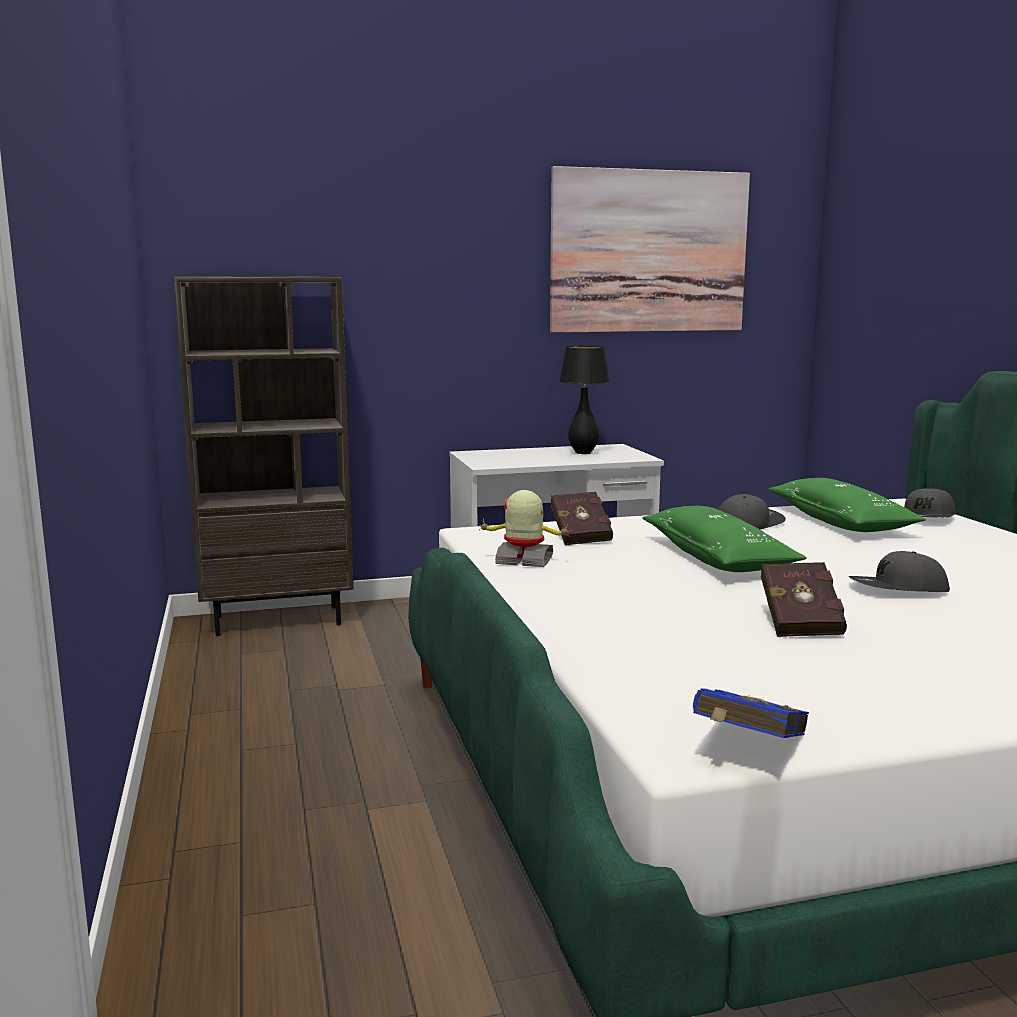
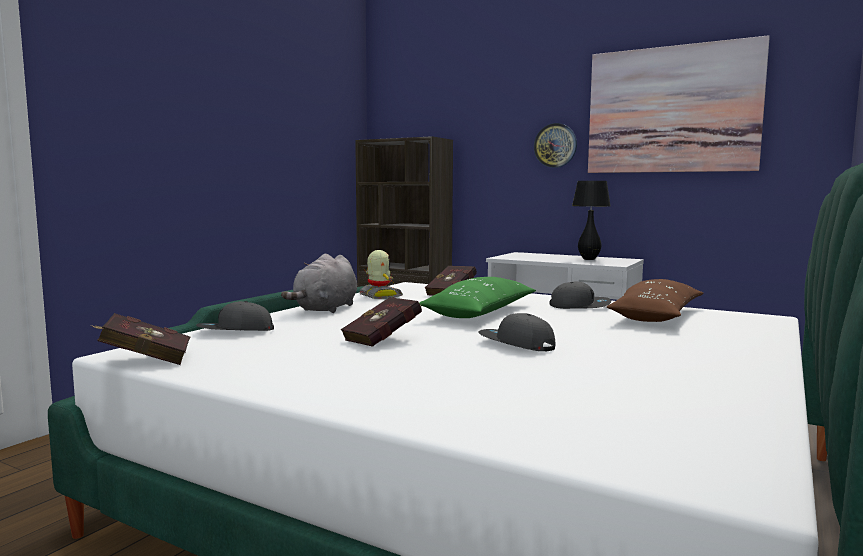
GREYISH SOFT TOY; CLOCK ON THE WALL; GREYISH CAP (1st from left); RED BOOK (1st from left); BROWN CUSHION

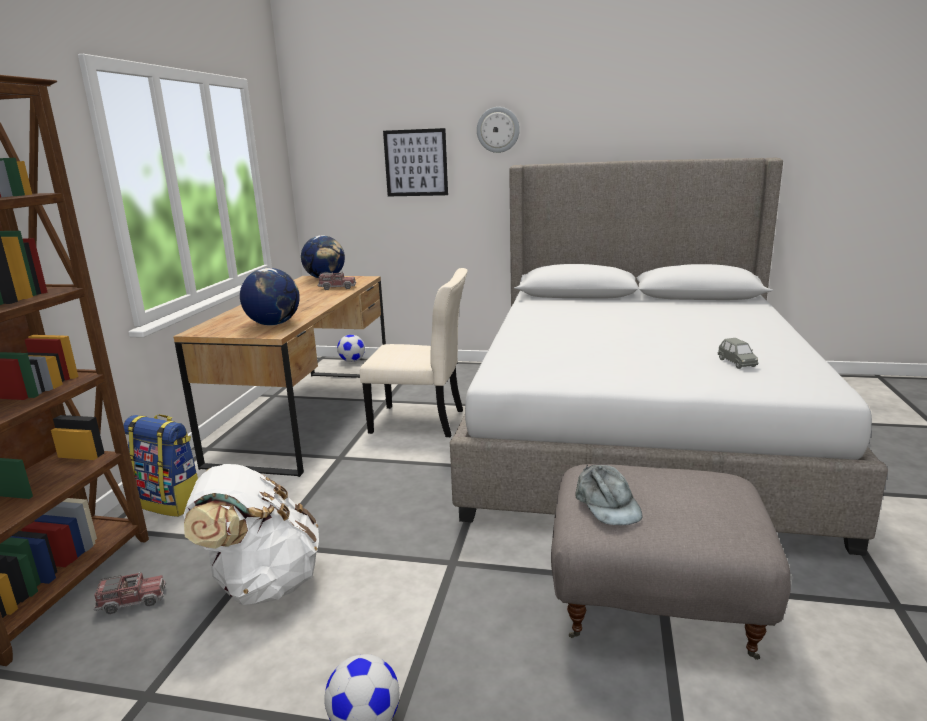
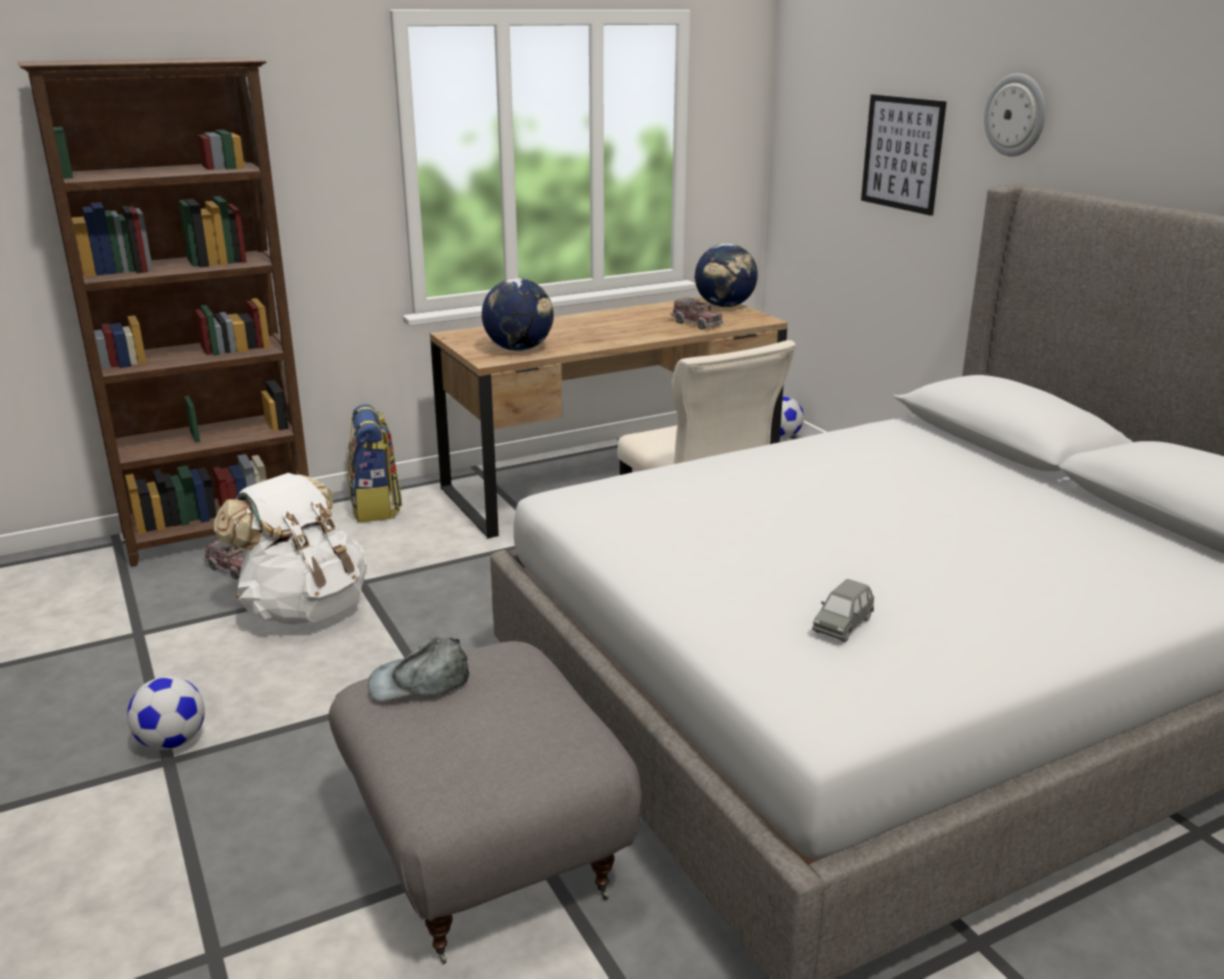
GREYISH CAP

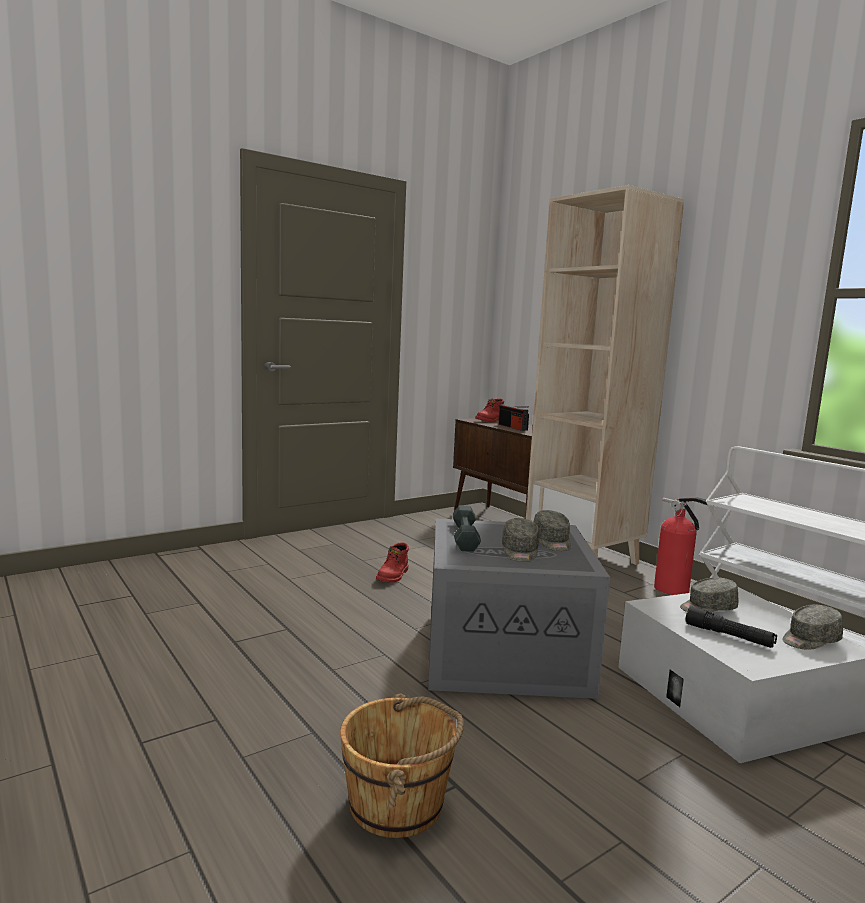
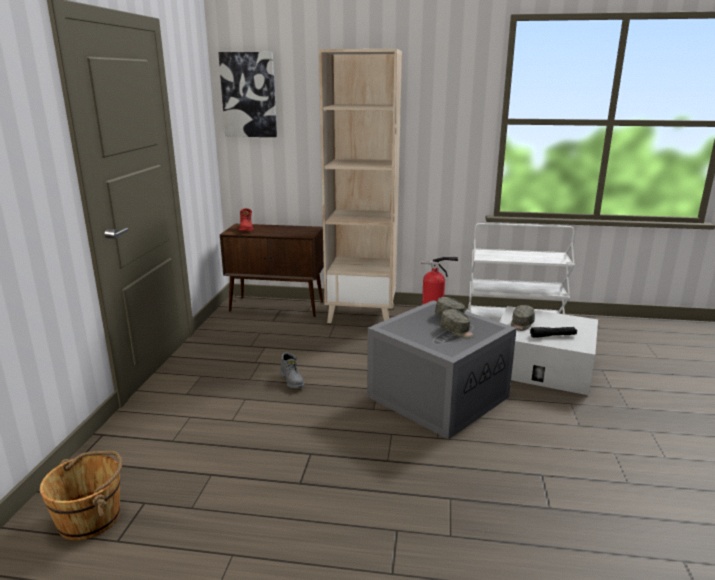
GREYISH DUMBBELL; RADIO RECEIVER; GREYISH CAP (4th from left in the first image); WALL ART; BROWN WATER BUCKET; GREYISH BOOT

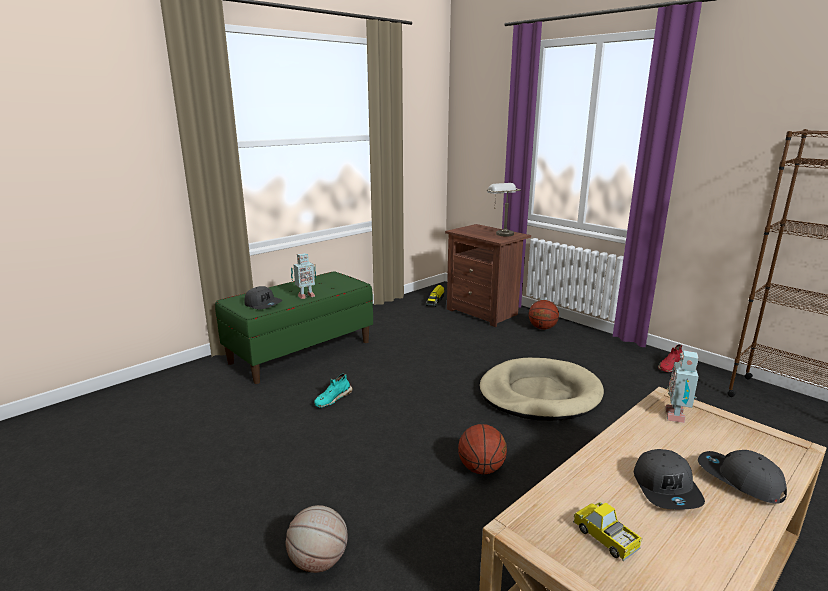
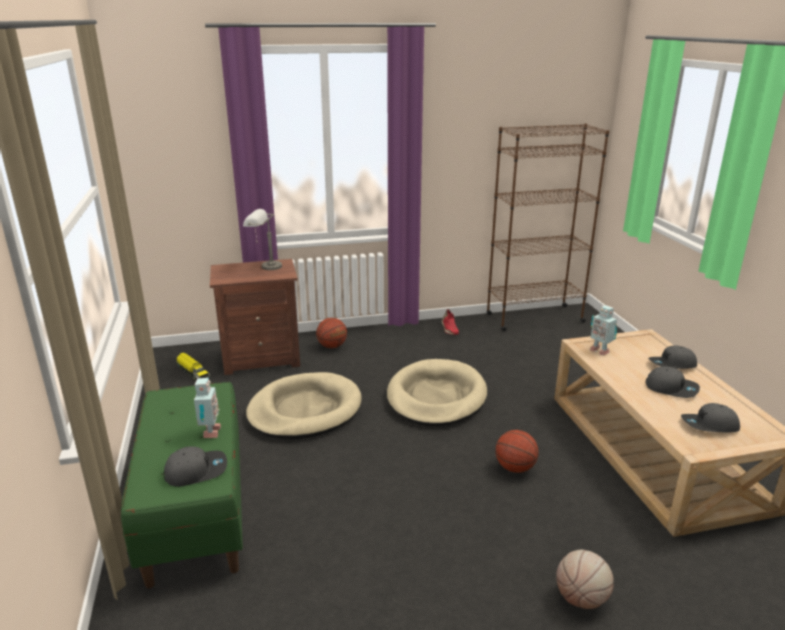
TURQUOISE LOW SHOE; BEIGE-COLOURED DOG BED (1st from left); GREYISH CAP (4th from left)

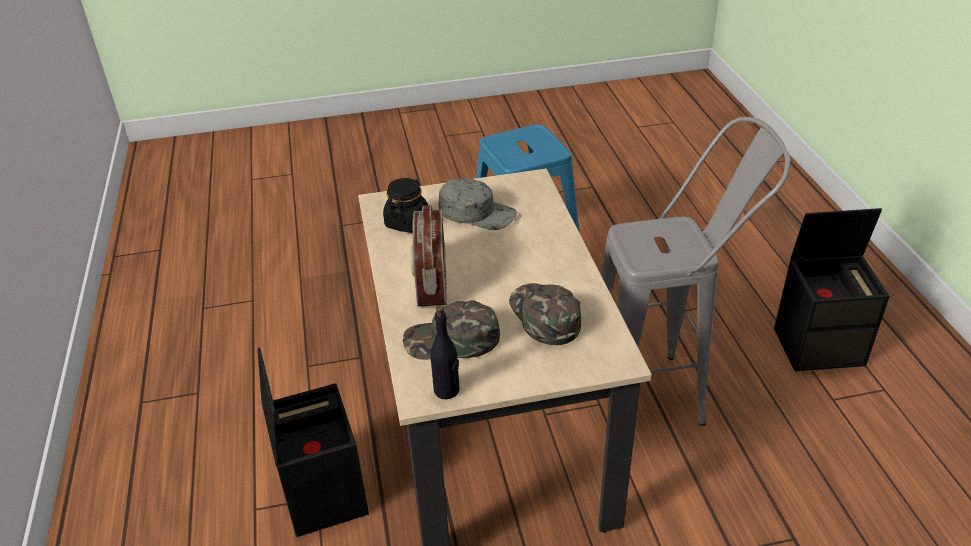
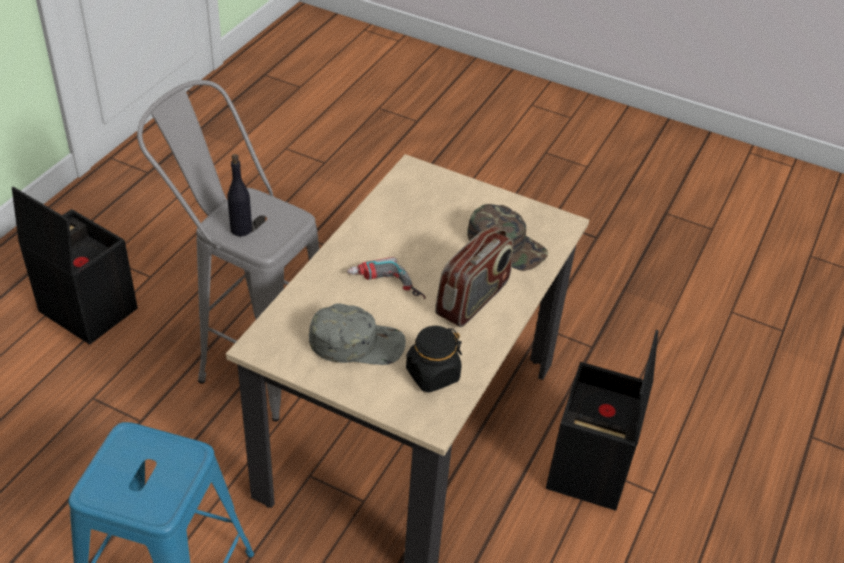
GREEN CAP (2nd from left in the first image); ELECTRIC DRILL; BLACK BOTTLE; GREYISH CAP

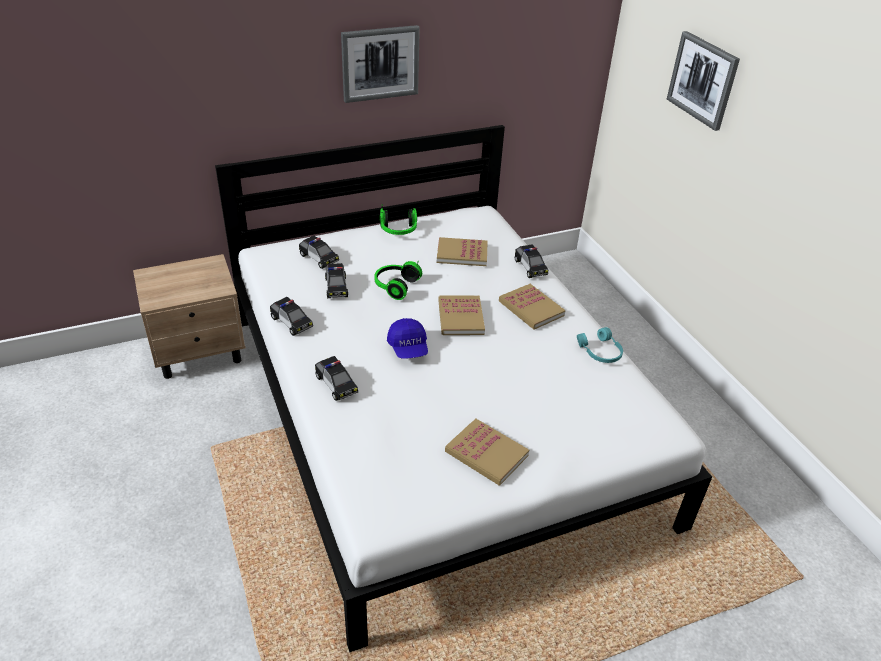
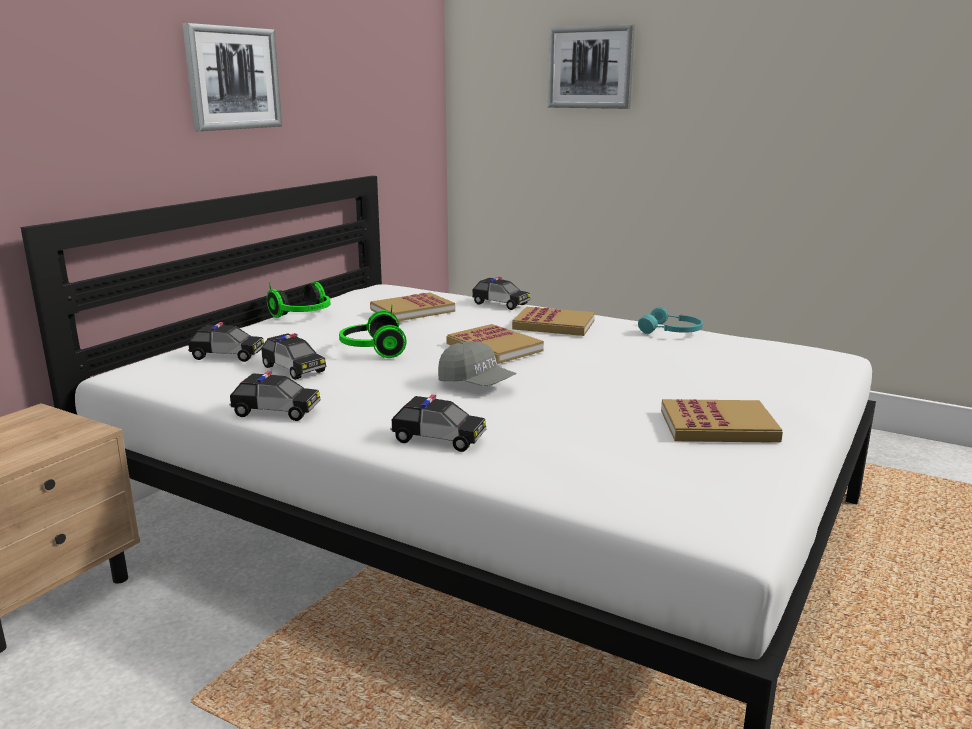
GREYISH CAP

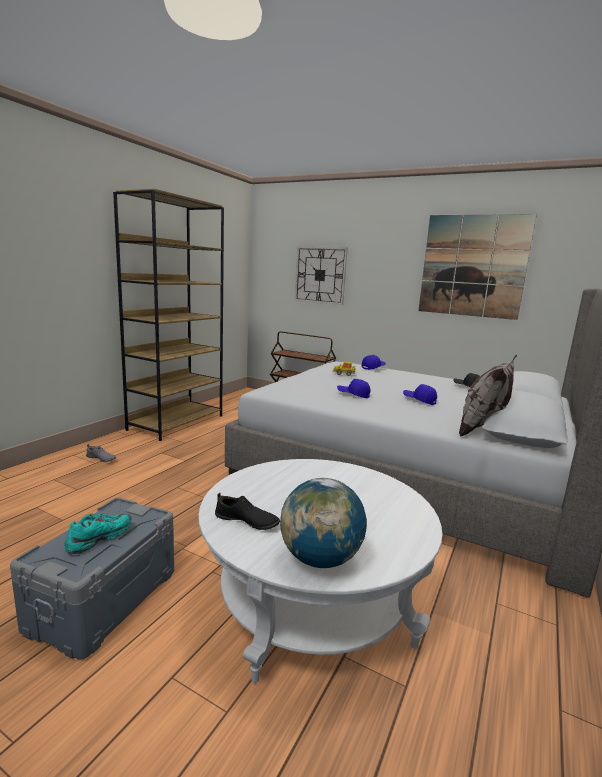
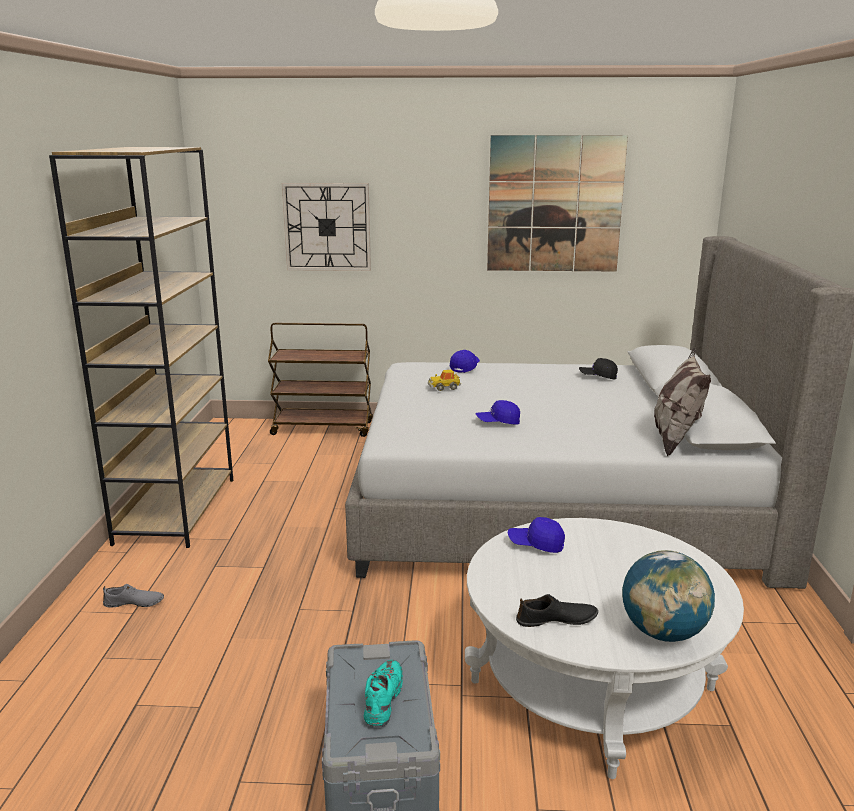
BLUE CAP (3rd from left)

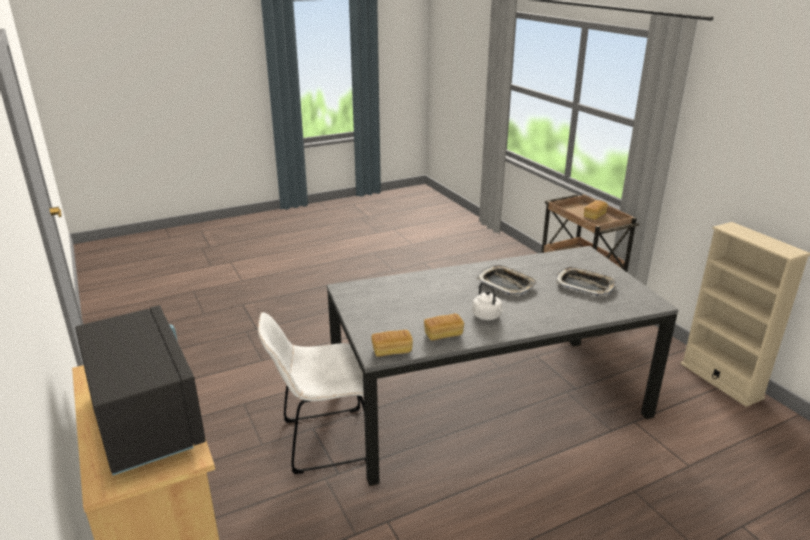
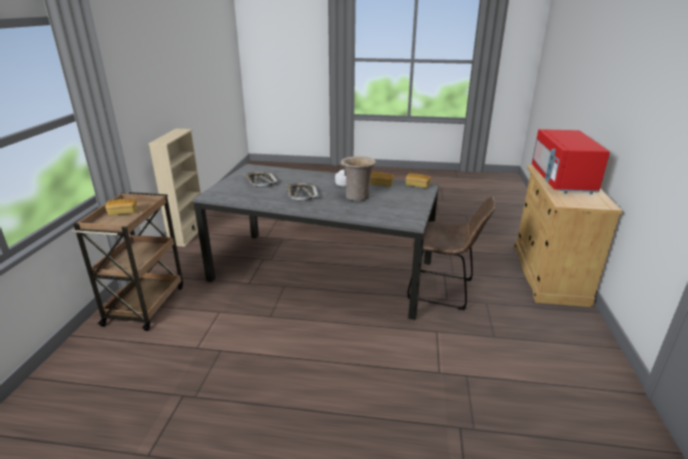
BEIGE-COLOURED FLOWER VASE; RED MICROWAVE; BROWN PLAIN CHAIR

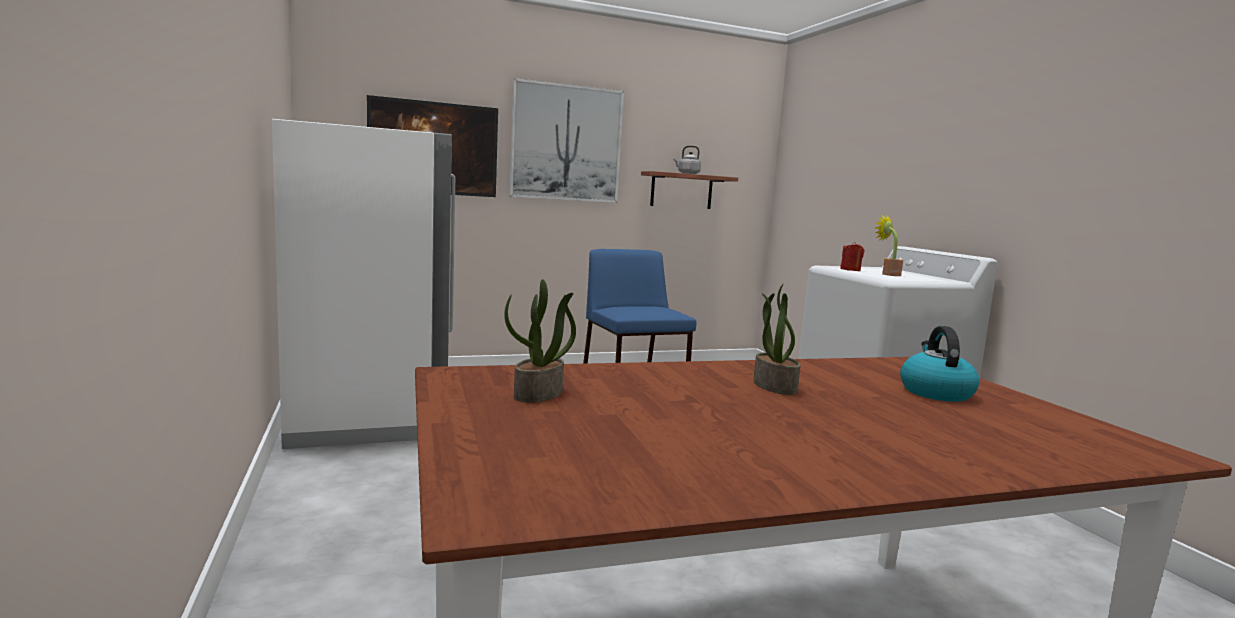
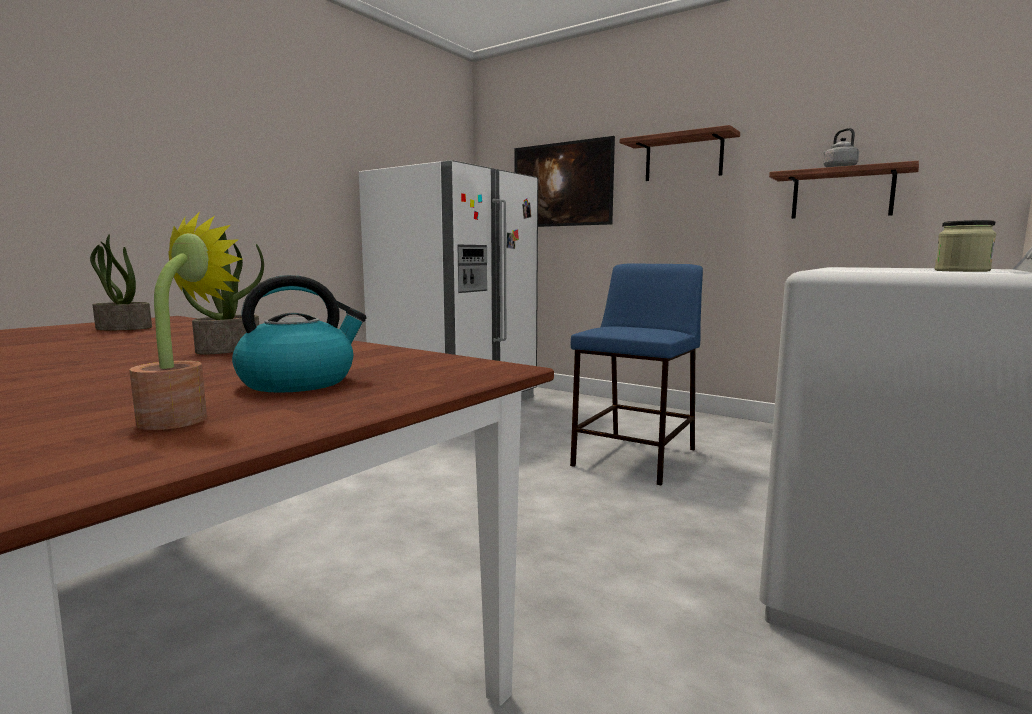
RED WAX LIGHT; PRESERVE JAR; POTTED PLANT (2nd from left); BRACKET SHELF (1st from left)

